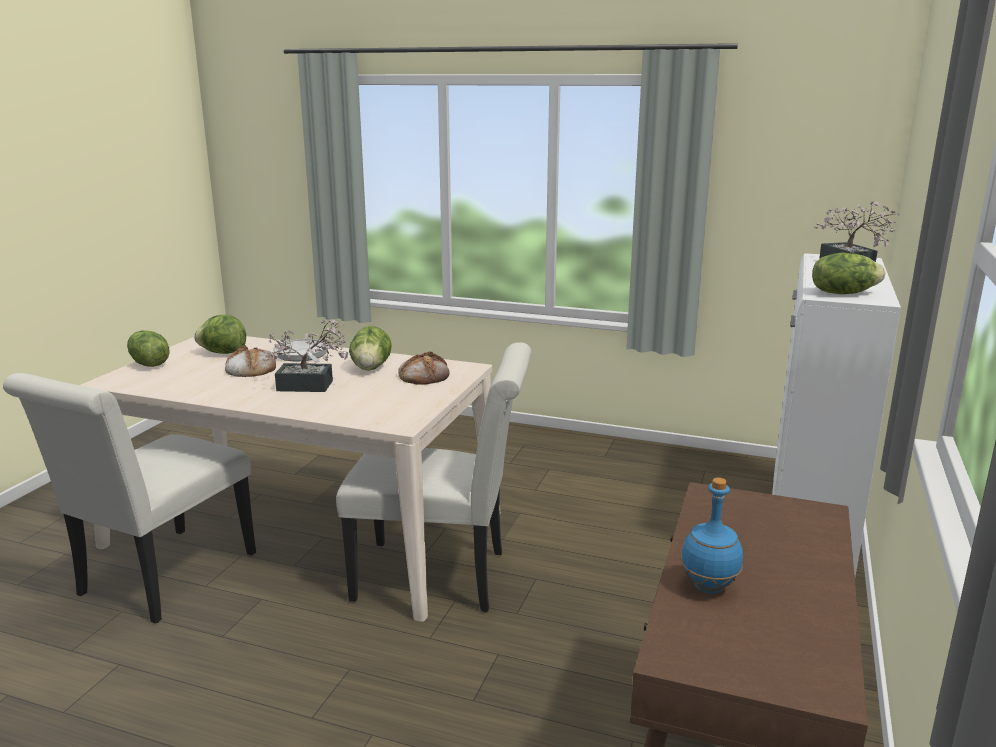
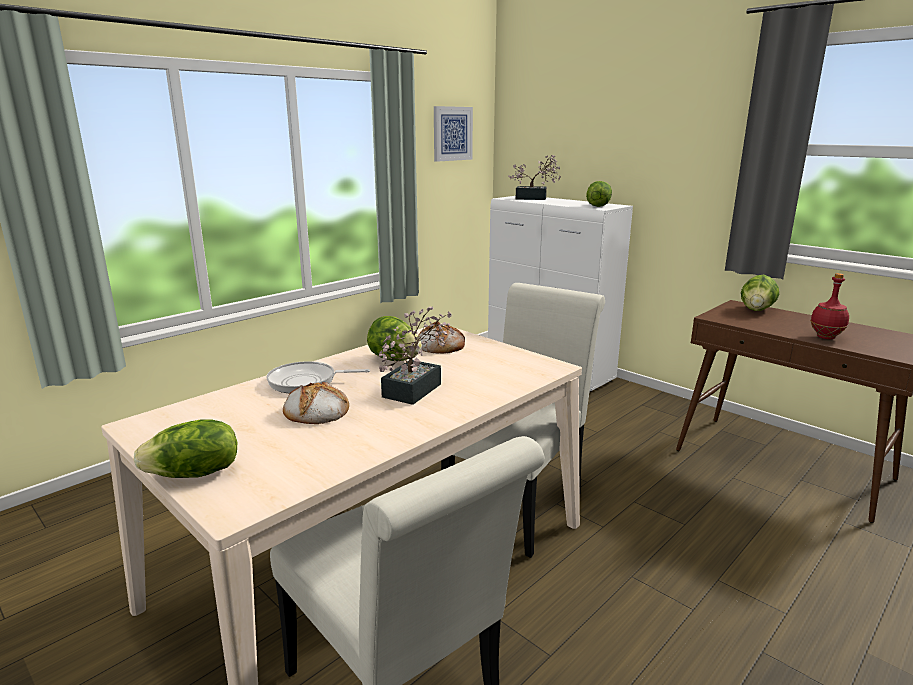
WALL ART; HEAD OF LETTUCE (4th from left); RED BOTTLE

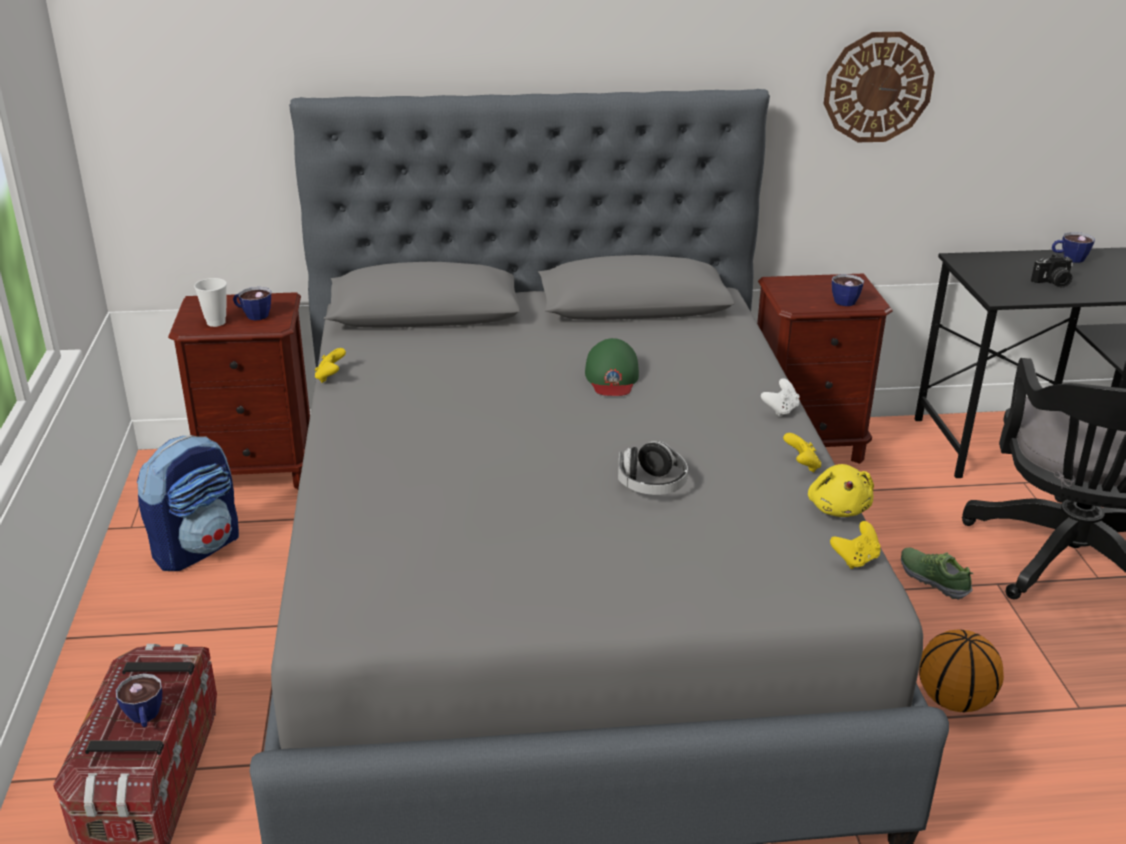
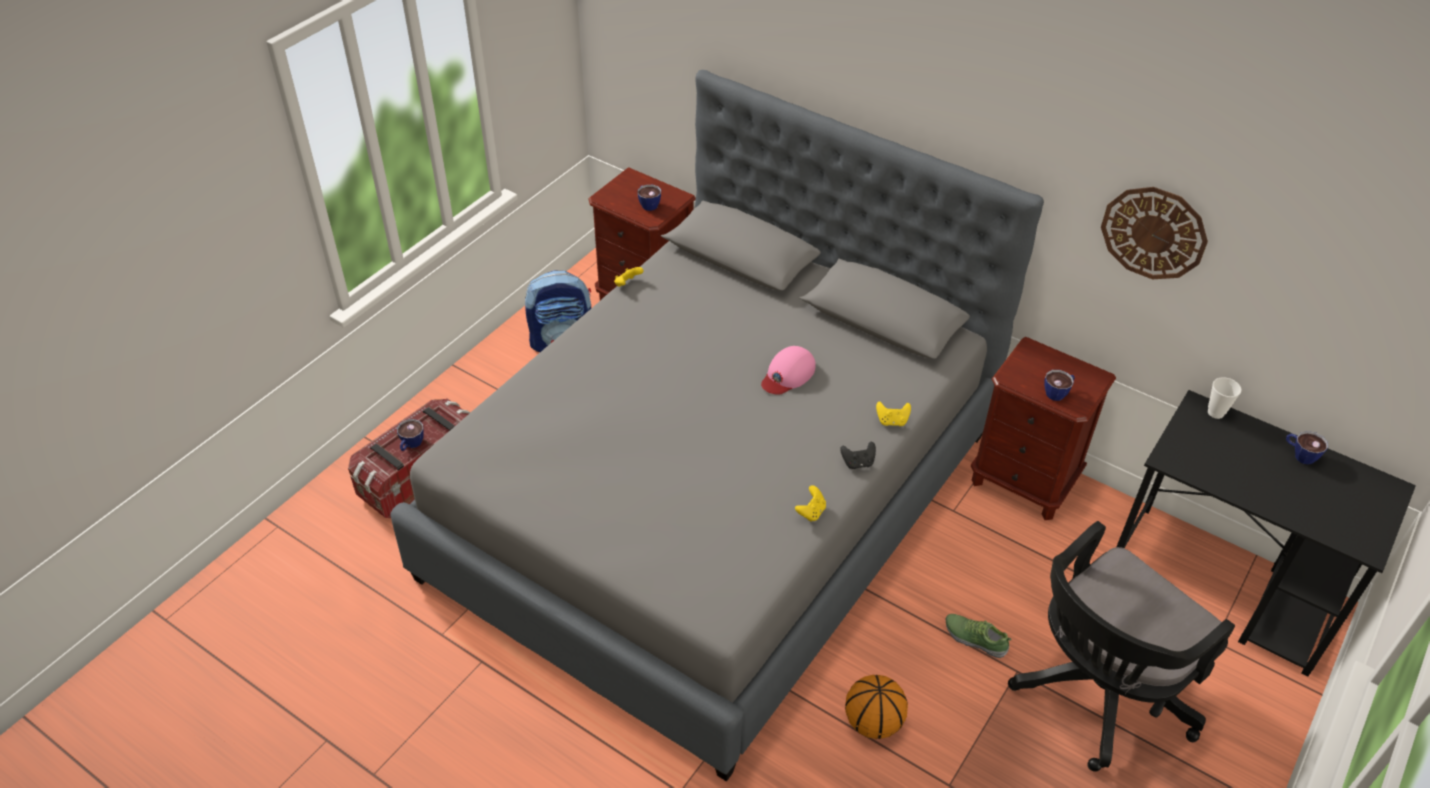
HEADPHONES; YELLOWISH SOFT TOY; PHOTO CAMERA; CUP (4th from left); YELLOWISH GAME CONTROLLER (3rd from left); PINKISH CAP; BLACK GAME CONTROLLER; LOW SHOE

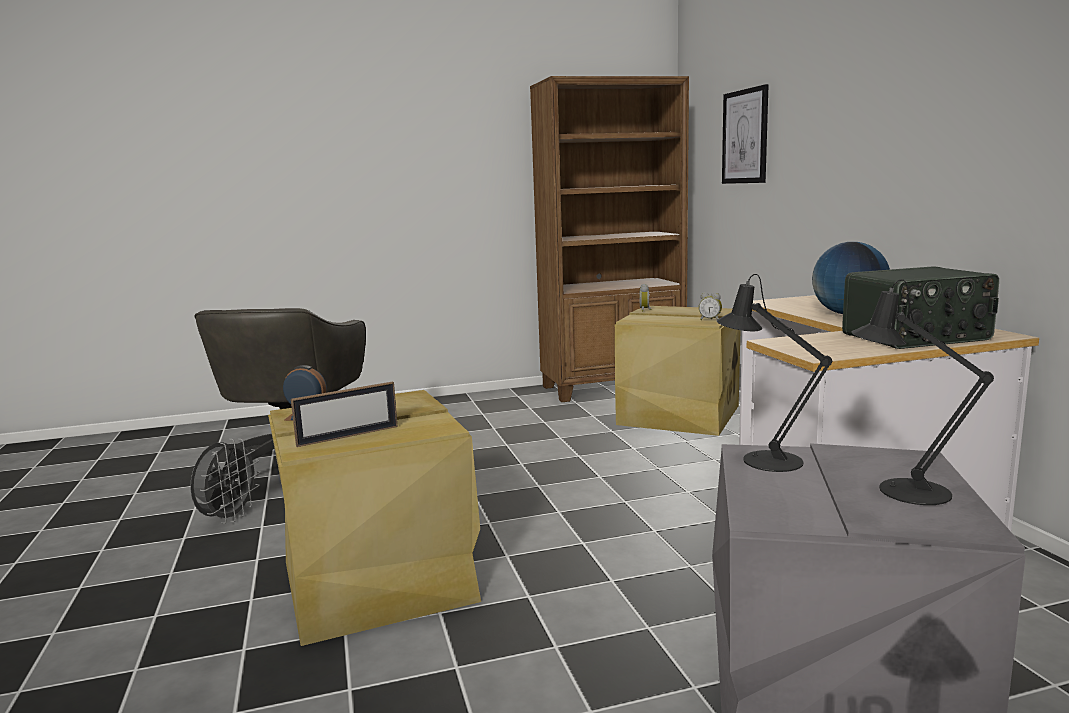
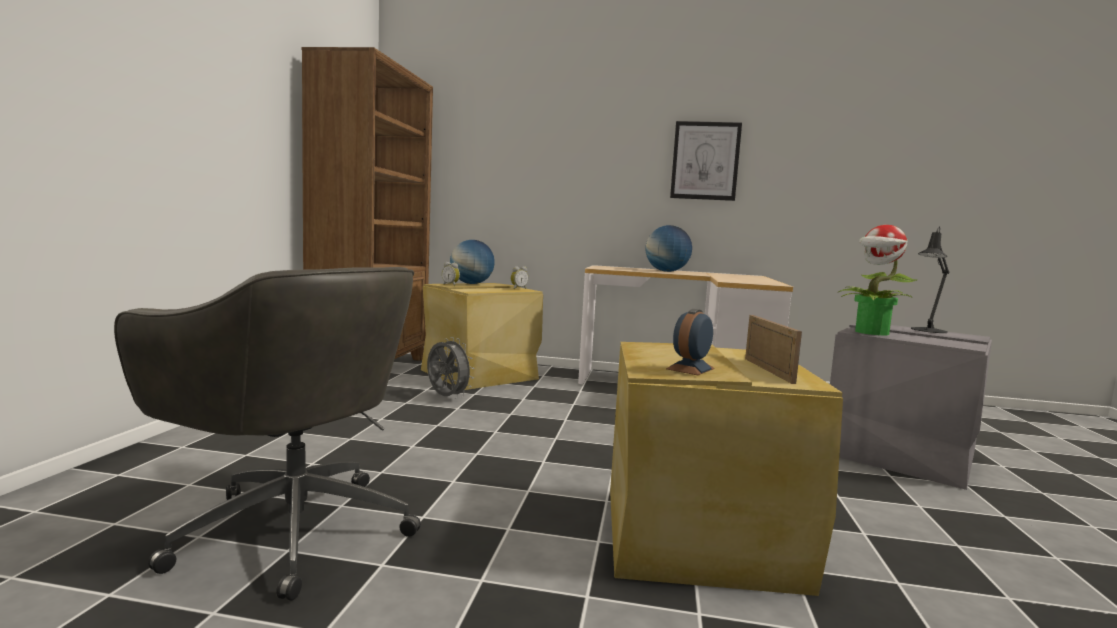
RADIO RECEIVER; DESK GLOBE (1st from left); GREYISH FAN; WALL ART; POTTED PLANT

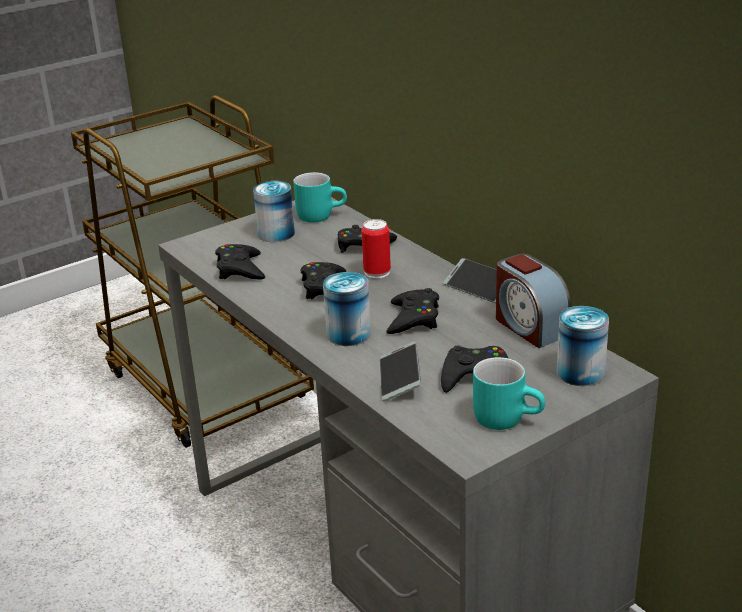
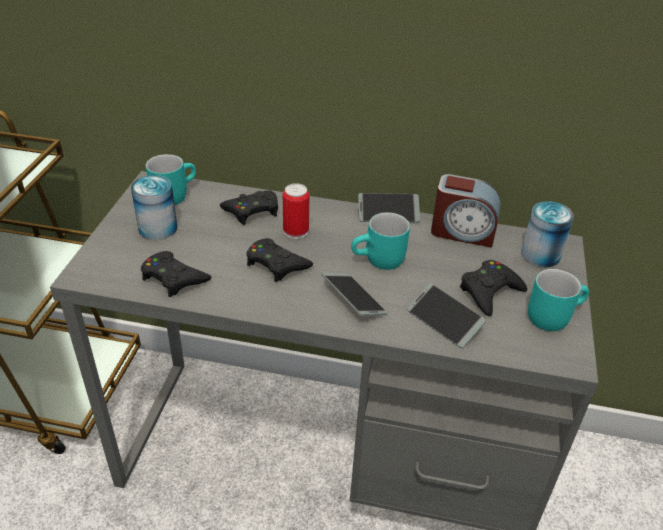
TELEPHONE (1st from left); TURQUOISE TEA MUG (2nd from left)

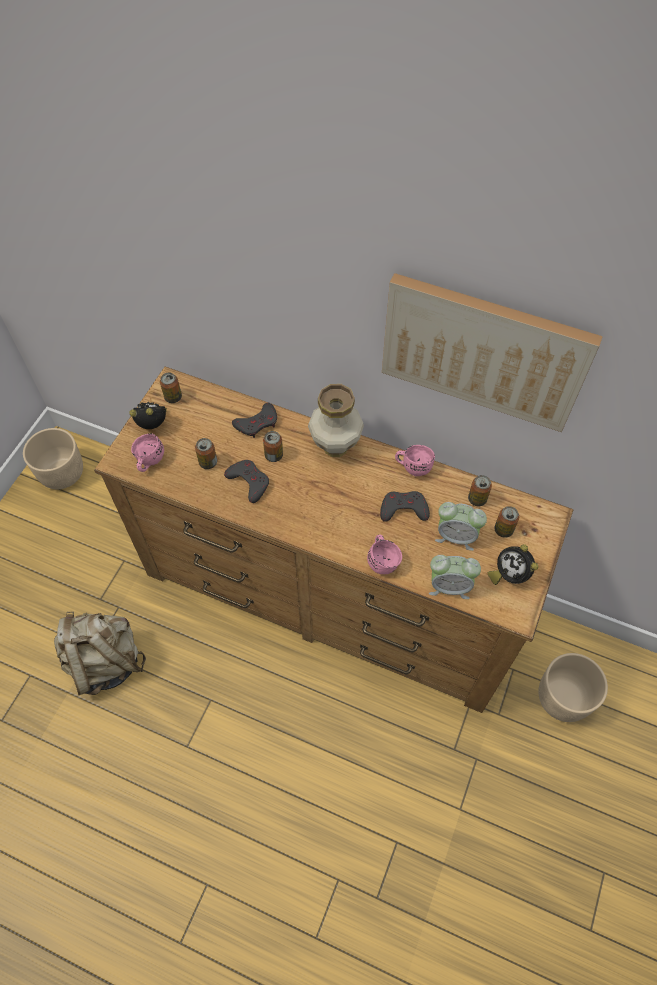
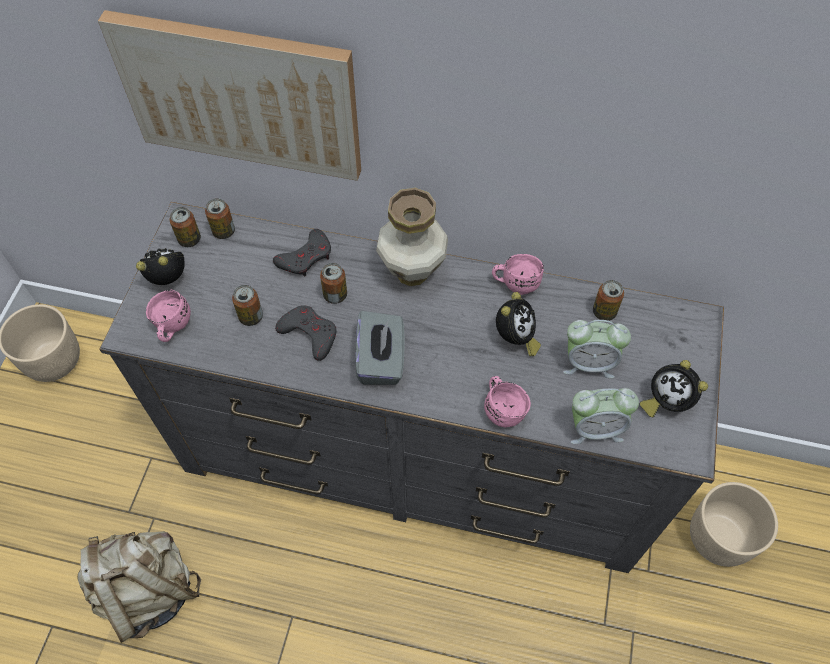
GREYISH BOX OF TISSUES; WALL ART; SEALED CAN (2nd from left); ALARM CLOCK (2nd from left); GREYISH CHEST OF DRAWERS

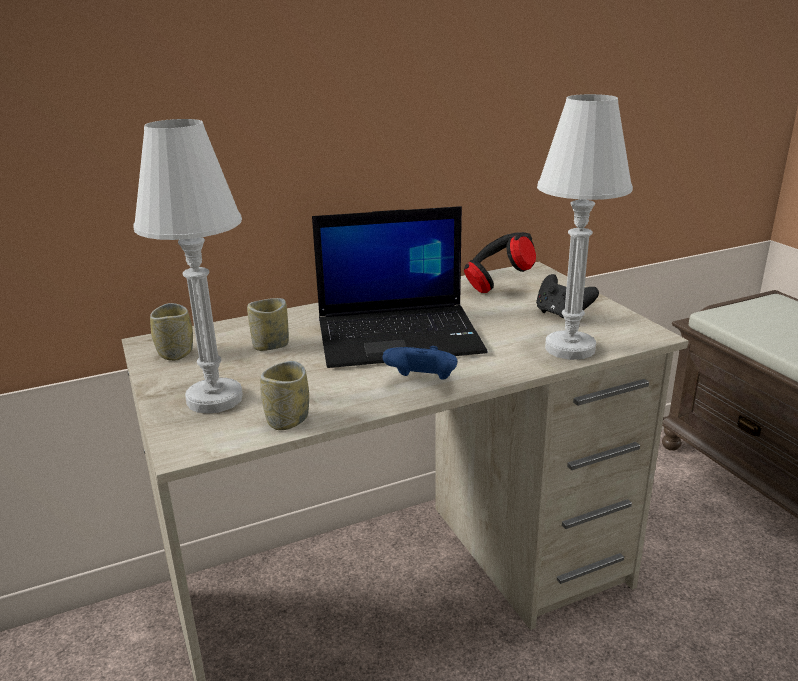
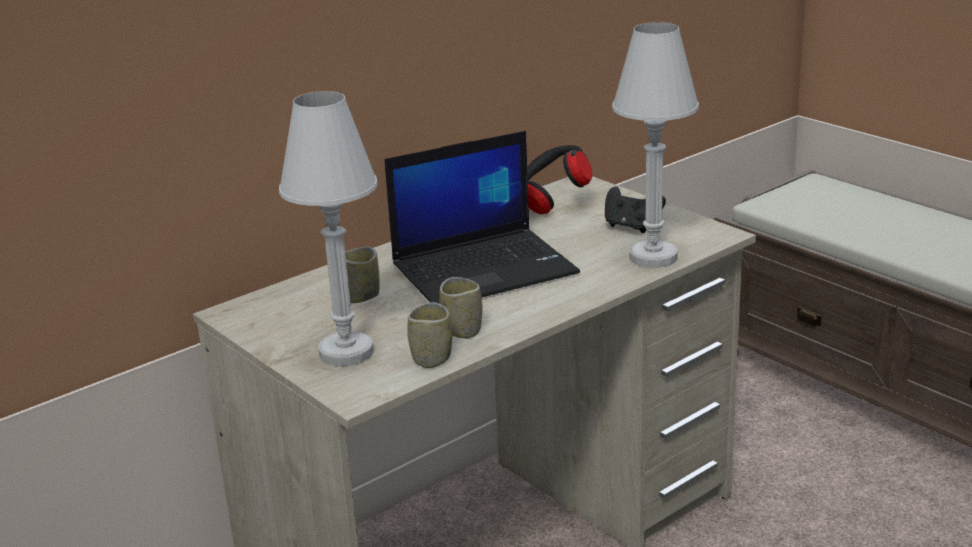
BLUE GAME CONTROLLER; CUP (3rd from left)

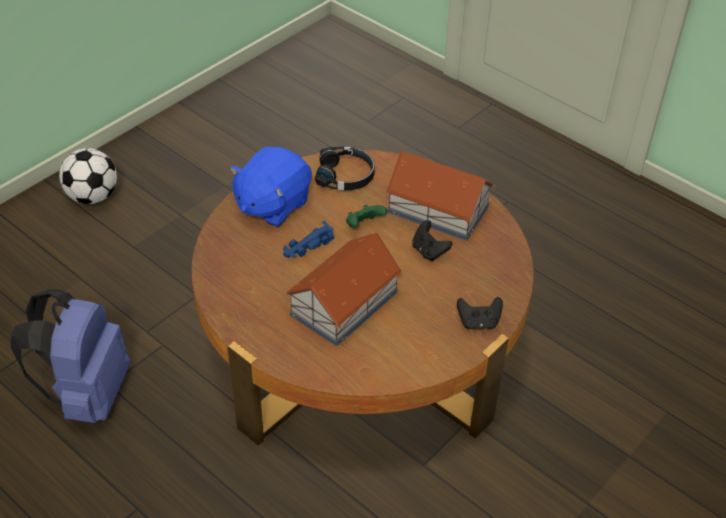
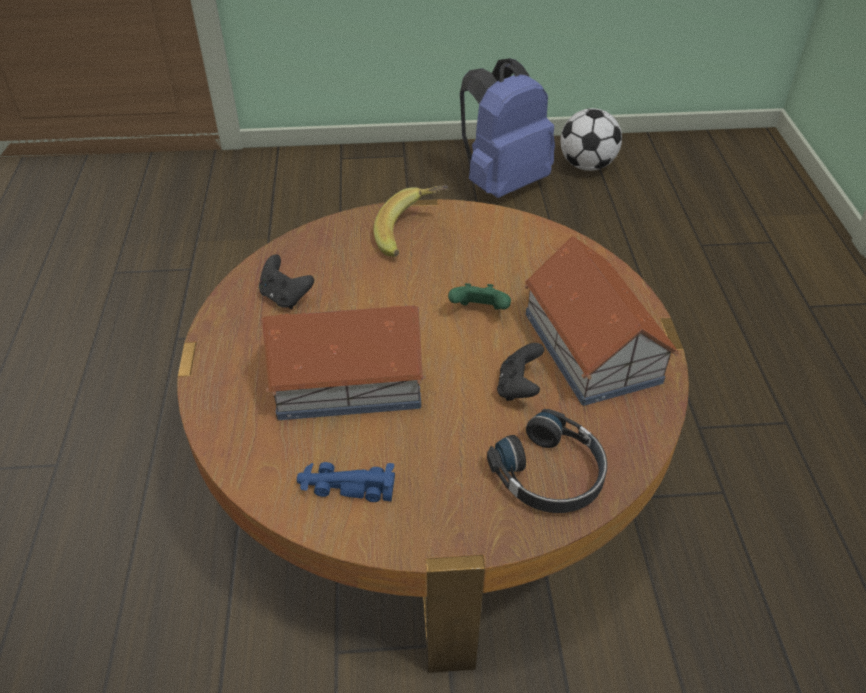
BLUE KNAPSACK; FOOTBALL; BLUE TOY CAR; BLACK HEADPHONES; BLACK GAME CONTROLLER (1st from left); BANANA FRUIT

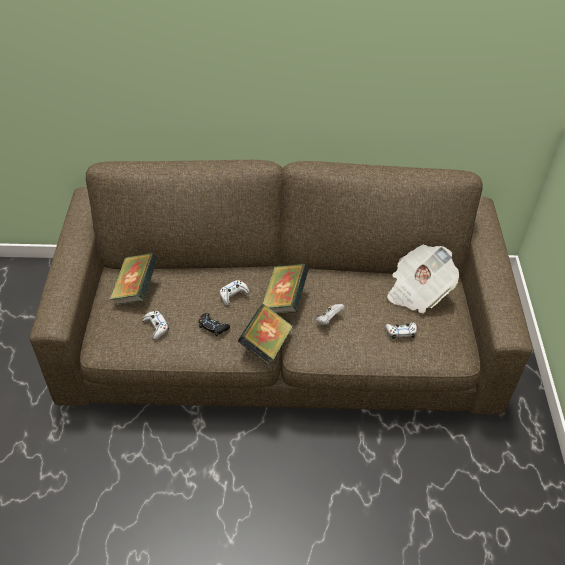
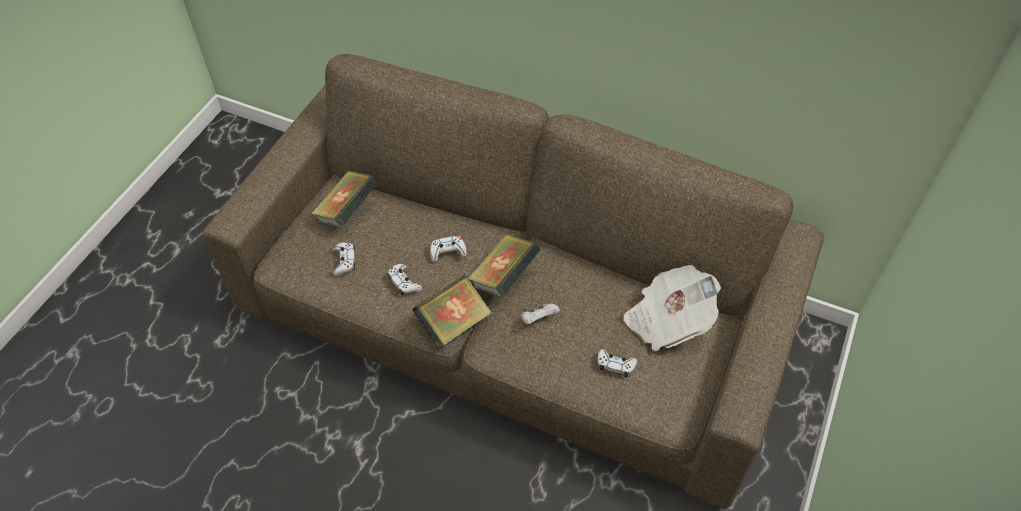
WHITISH GAME CONTROLLER (2nd from left)

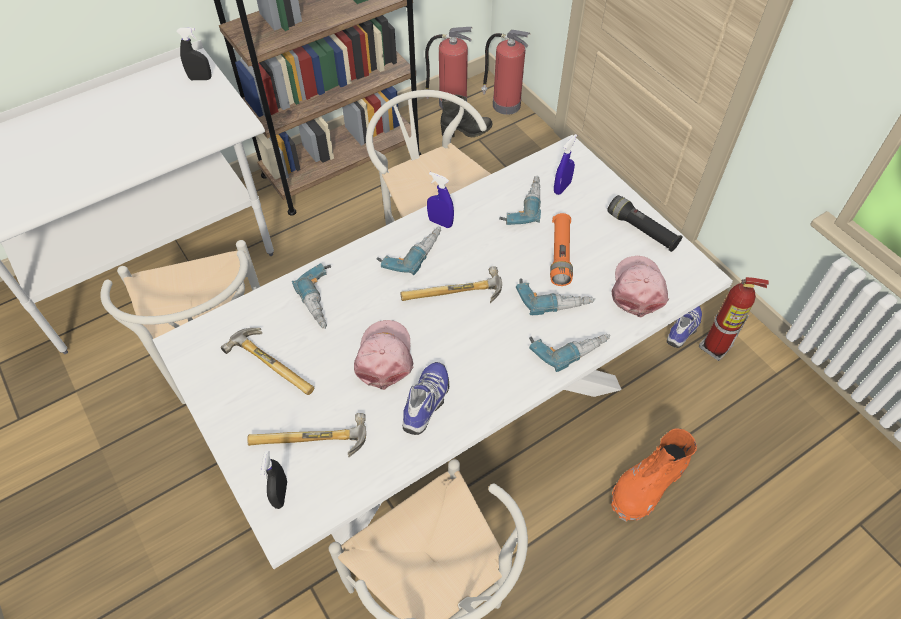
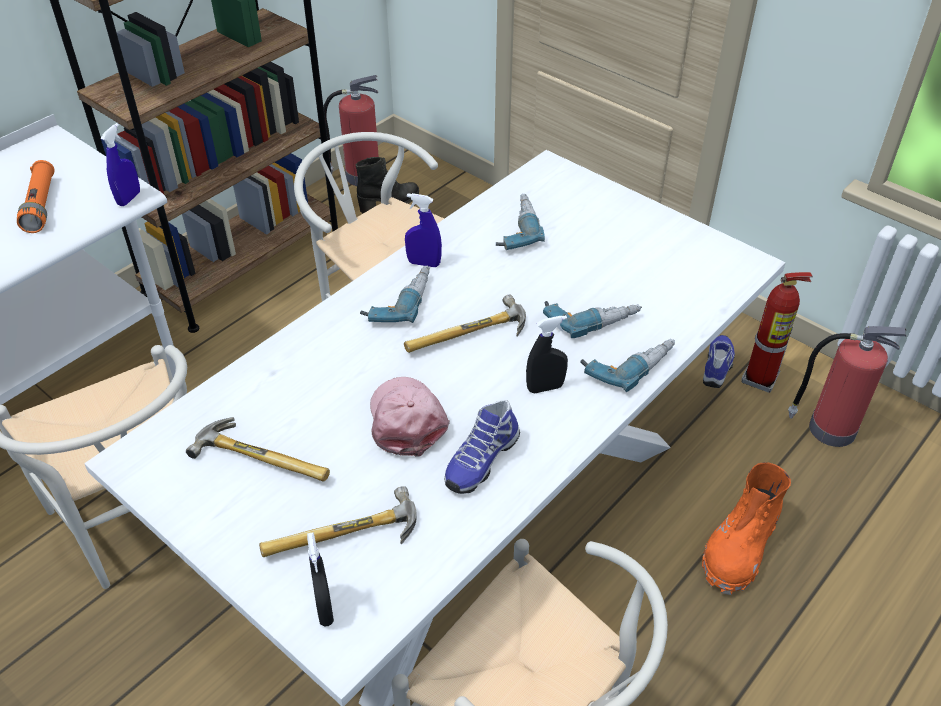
ELECTRIC DRILL (1st from left in the first image); BLACK FLASHLIGHT; PINKISH CAP (2nd from left in the first image); BLACK SPRAYER (2nd from left); FIRE-FIGHTING CYLINDER (3rd from left); ORANGEY FLASHLIGHT; BLUE SPRAYER (1st from left); LOW SHOE (1st from left)

